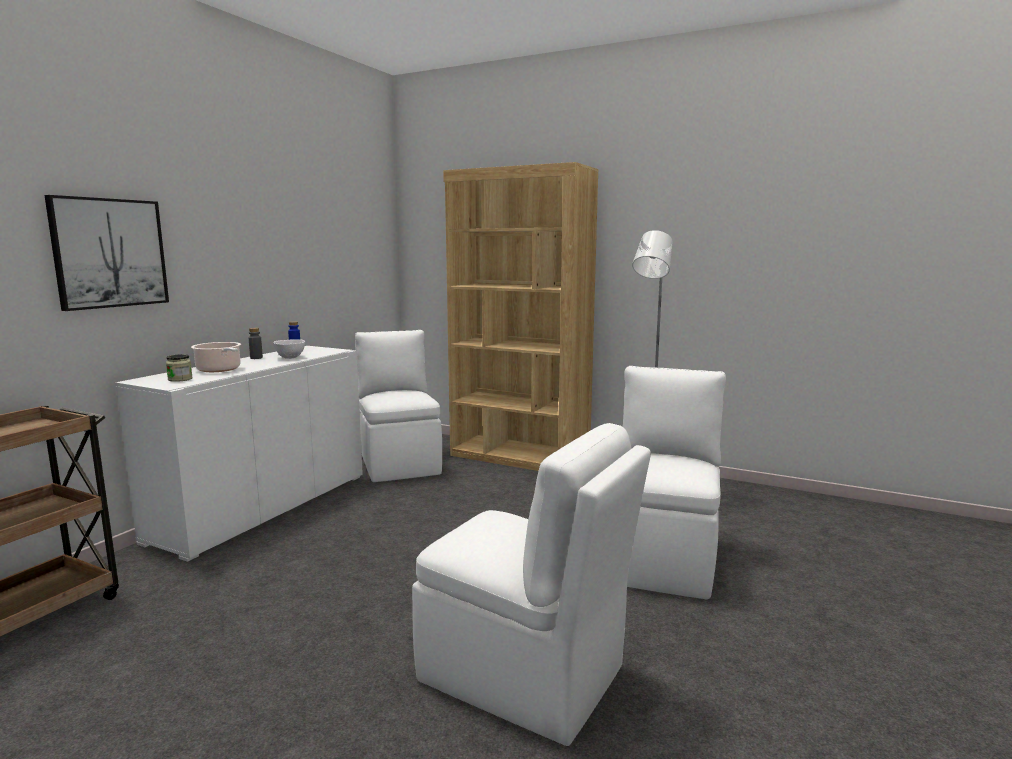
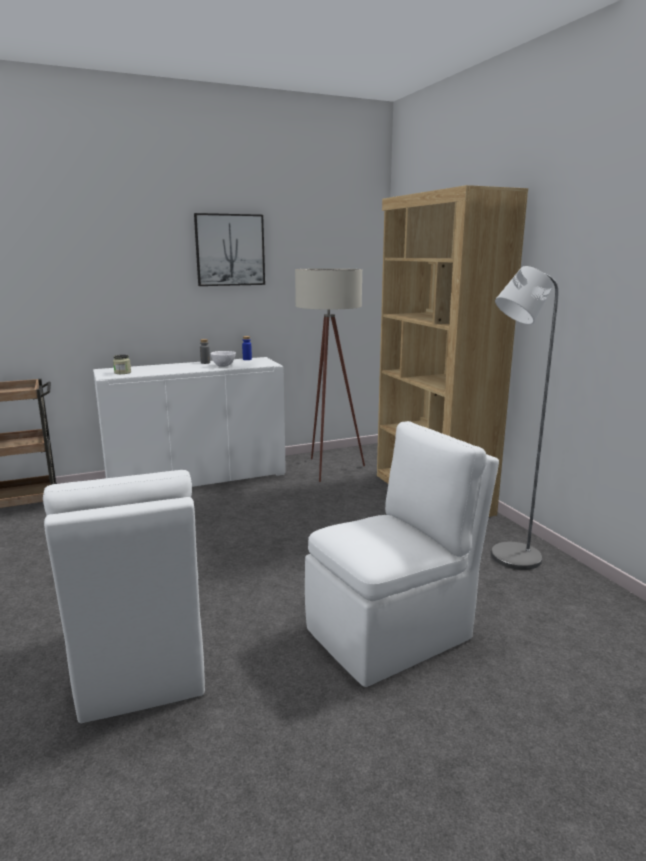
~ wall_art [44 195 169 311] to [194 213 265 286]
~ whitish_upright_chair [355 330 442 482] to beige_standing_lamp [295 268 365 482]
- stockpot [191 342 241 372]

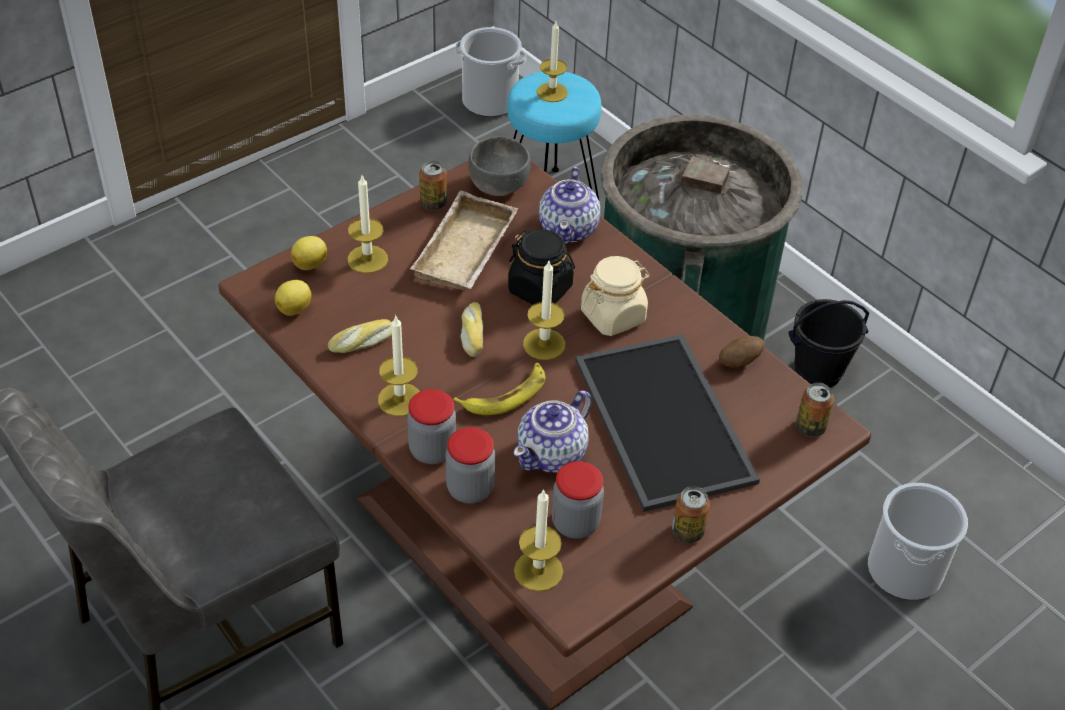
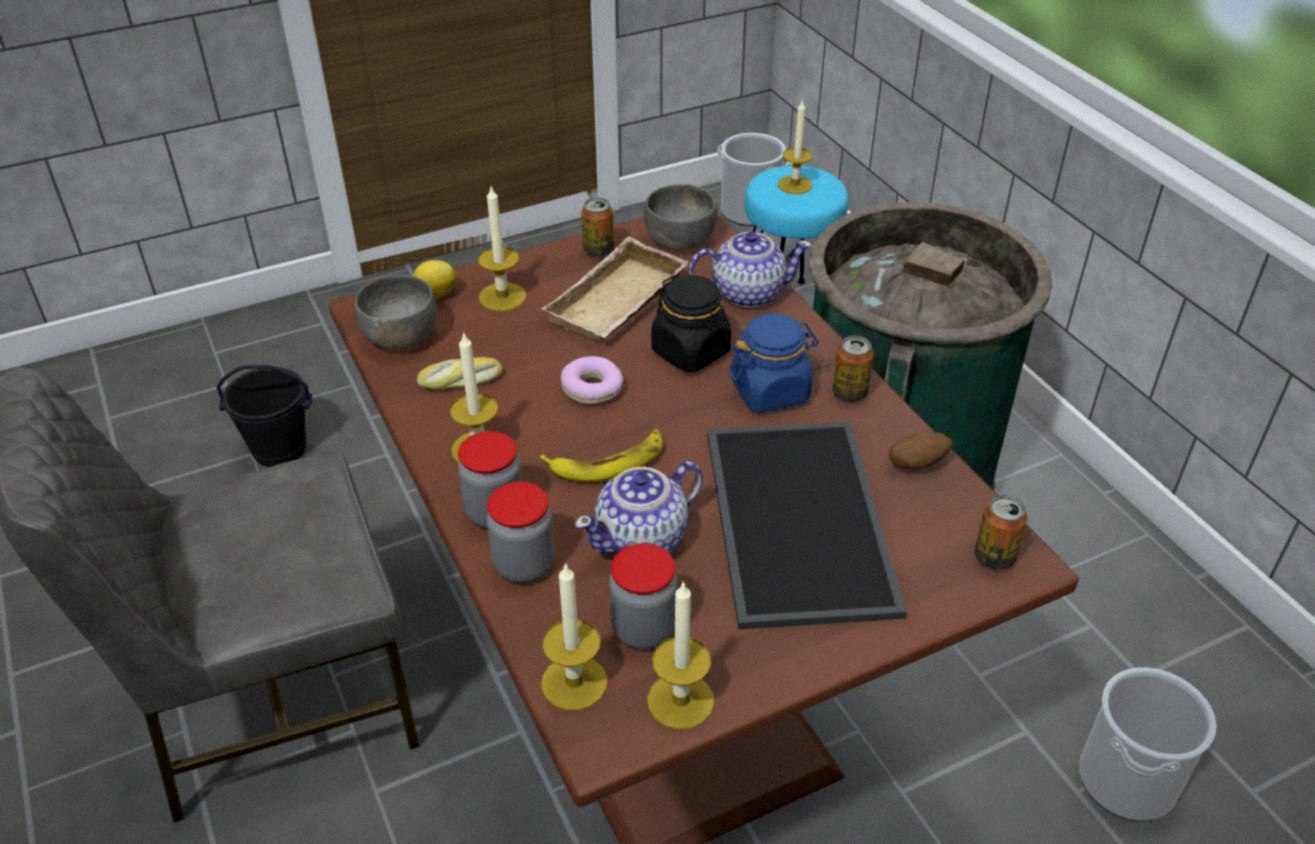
~ black_water_bucket [789 299 869 387] to [216 365 312 467]
~ citrus_fruit [275 280 311 316] to gray_serving_bowl [354 275 437 350]
~ bread [460 302 483 357] to doughnut [561 356 623 404]
~ wax_candle [523 261 566 360] to [647 581 715 730]
~ tea_pot [539 167 600 244] = [689 232 812 308] 120 degrees counterclockwise
~ beige_storage_jar [581 256 650 336] to blue-coloured_storage_jar [729 313 819 413]
~ metal_can [672 486 710 543] to [832 336 874 402]

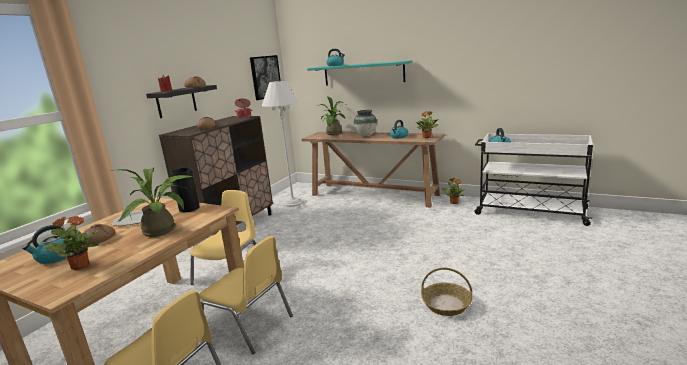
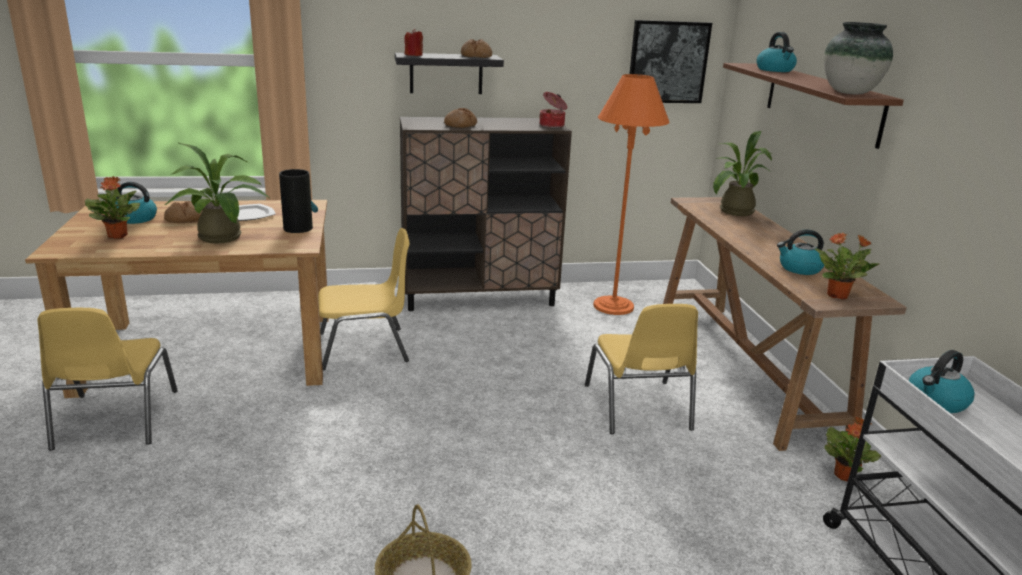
~ yellow-coloured_upright_chair [199 236 293 354] to [585 304 698 434]
~ whitish_standing_lamp [262 81 304 207] to orange_standing_lamp [593 74 669 315]
~ turquoise_shelf [307 60 412 86] to brown-coloured_shelf [723 63 904 149]
~ decorative_vase [354 110 377 136] to [824 22 893 95]

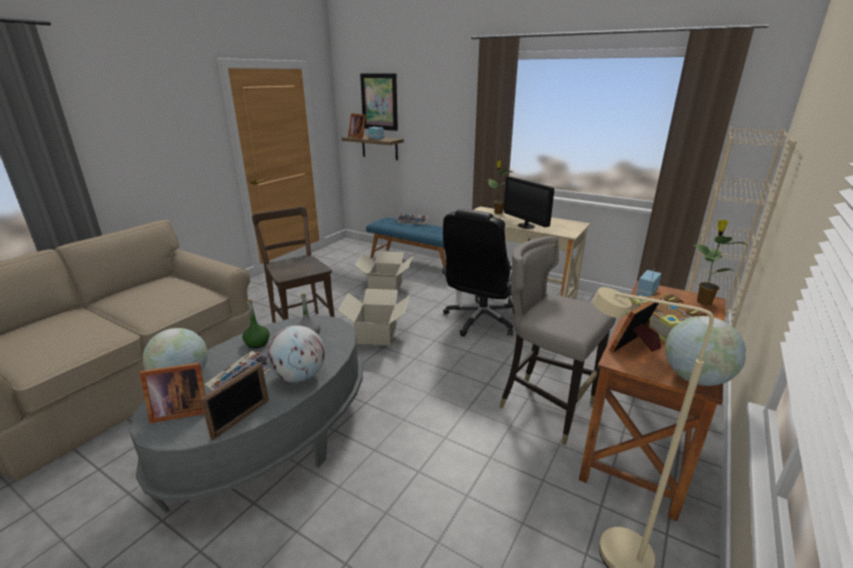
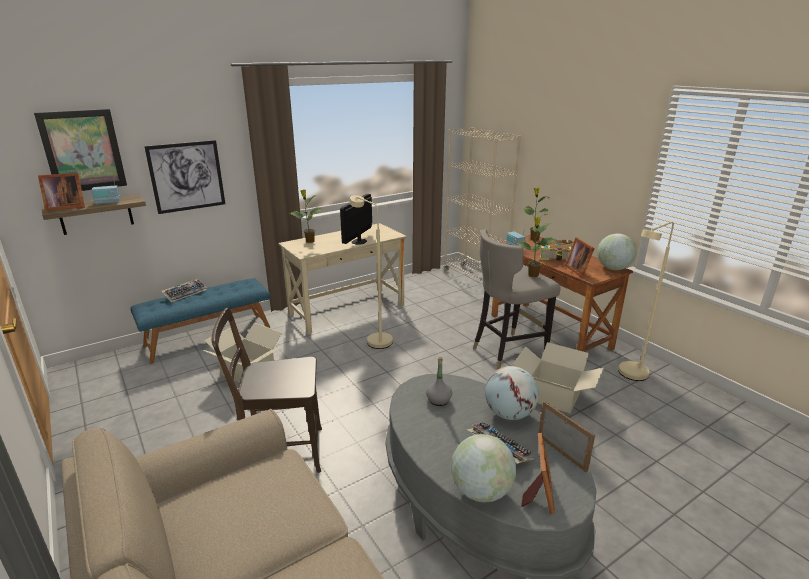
+ wall_art [144 140 225 214]
~ computer_display [504 176 554 229] = [340 194 372 245] 120 degrees clockwise
~ black_office_chair [442 209 514 336] to beige_standing_lamp [349 195 393 349]
~ packing_box [338 289 410 346] to [513 342 604 413]
+ potted_plant [516 217 556 277]
- green_drink_bottle [242 299 270 348]

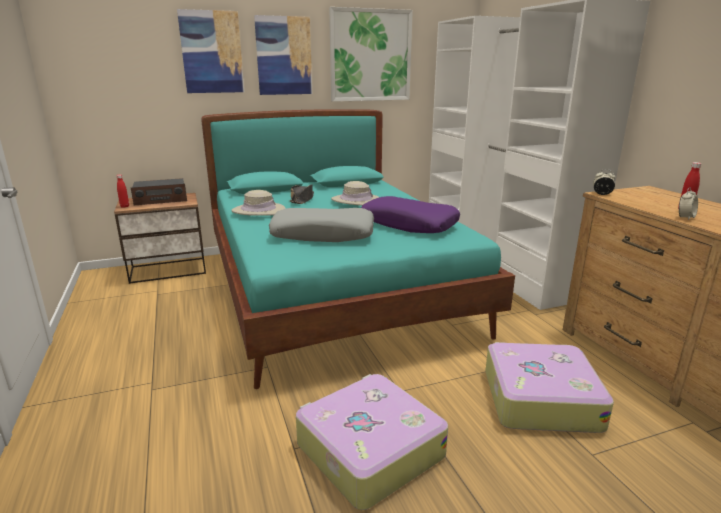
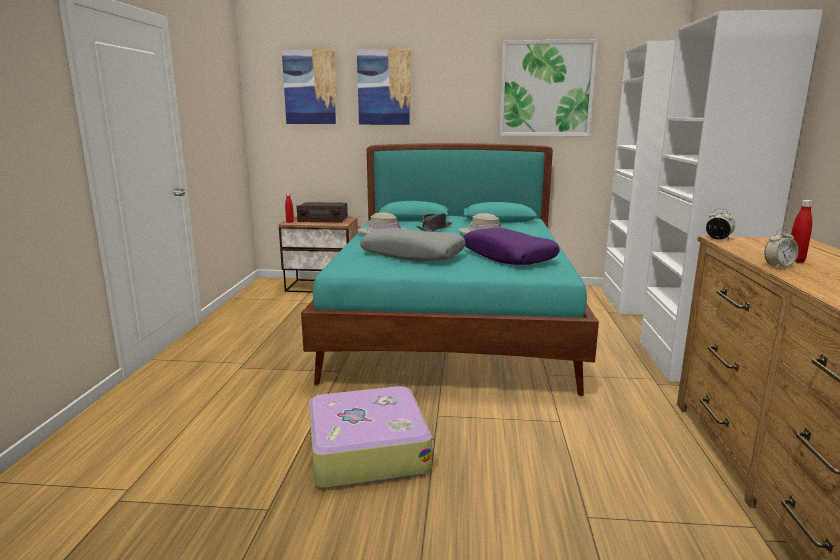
~ wall_art [254 15 312 95] to [282 49 338 124]
- suitcase [485 342 614 433]

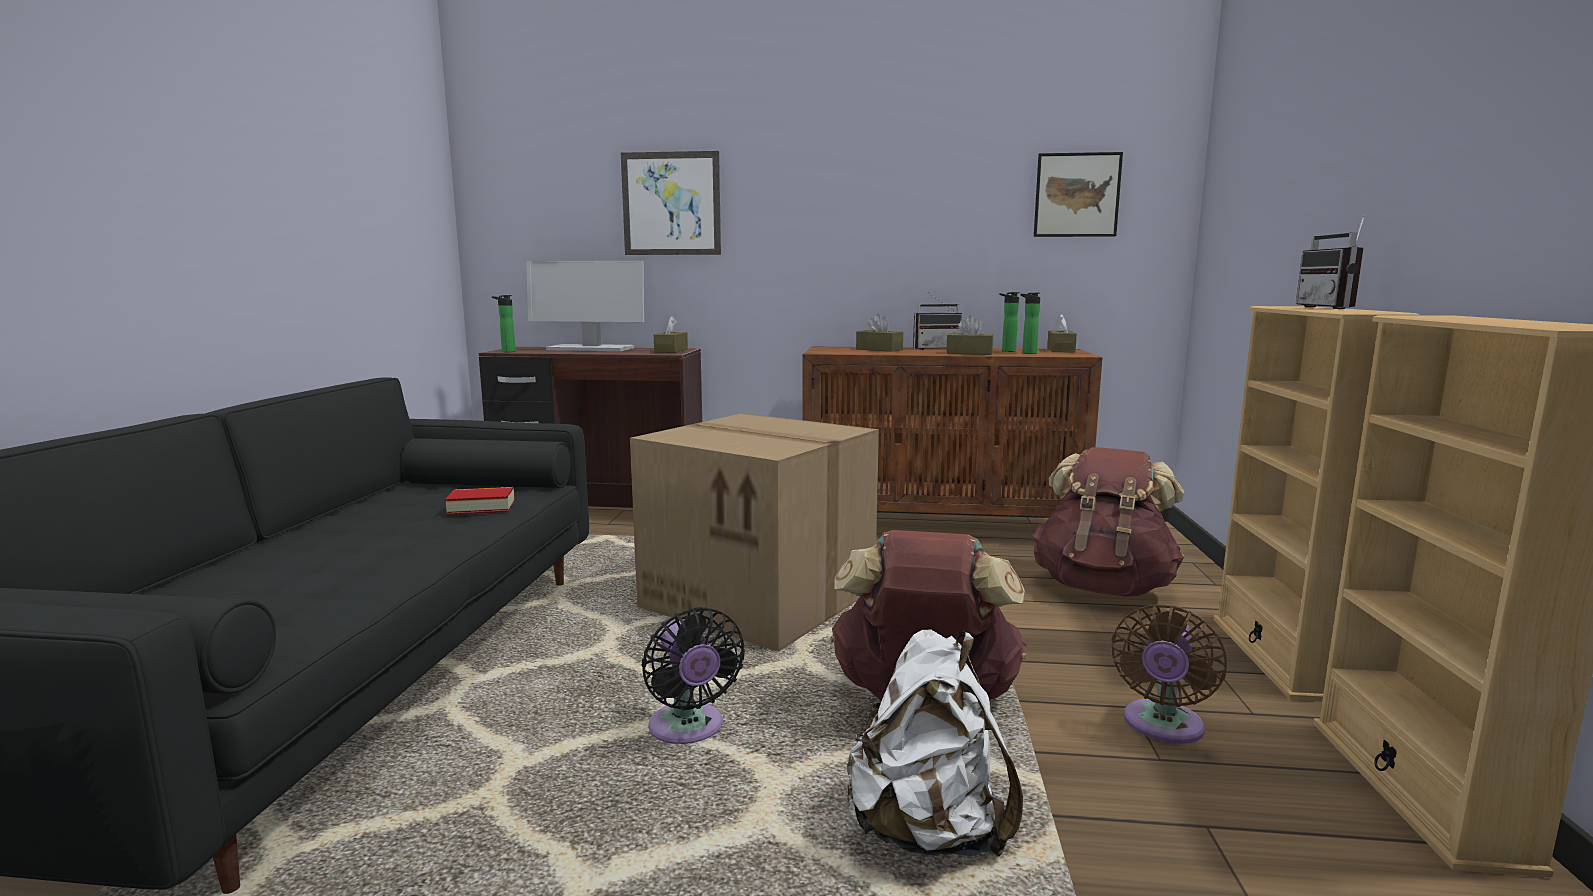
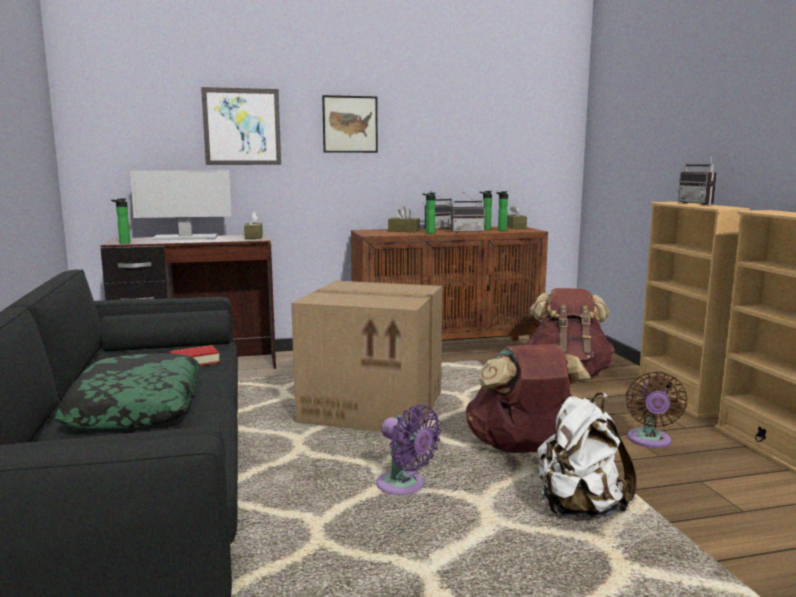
+ throw_pillow [55 353 200 430]
~ wall_art [1034 152 1123 237] to [322 95 378 153]
~ black_fan [641 607 745 744] to purplish_fan [376 405 441 495]
+ drink_bottle [422 192 436 234]
~ brown-coloured_tissue_holder [946 315 993 355] to radio_set [451 193 486 233]

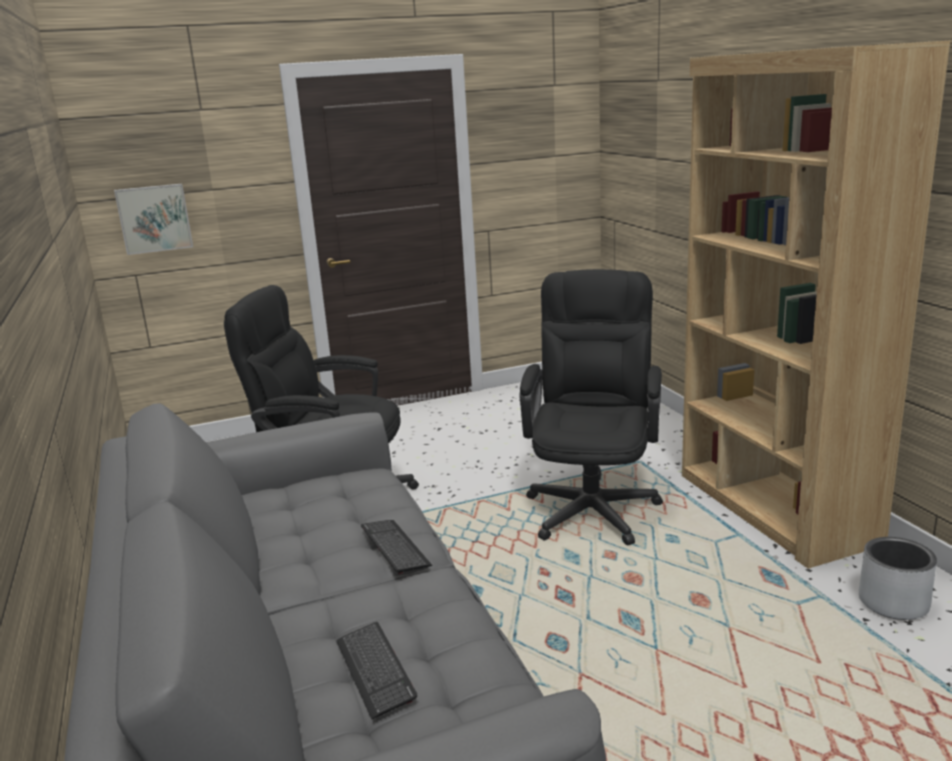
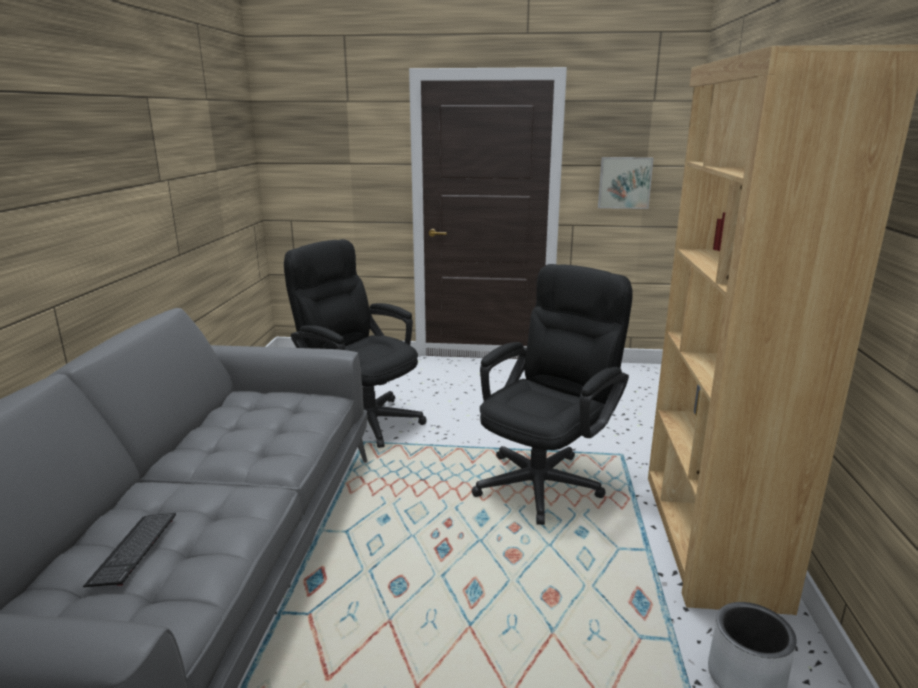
~ wall_art [114 184 193 255] to [598 157 654 209]
- computer_keyboard [361 520 432 574]

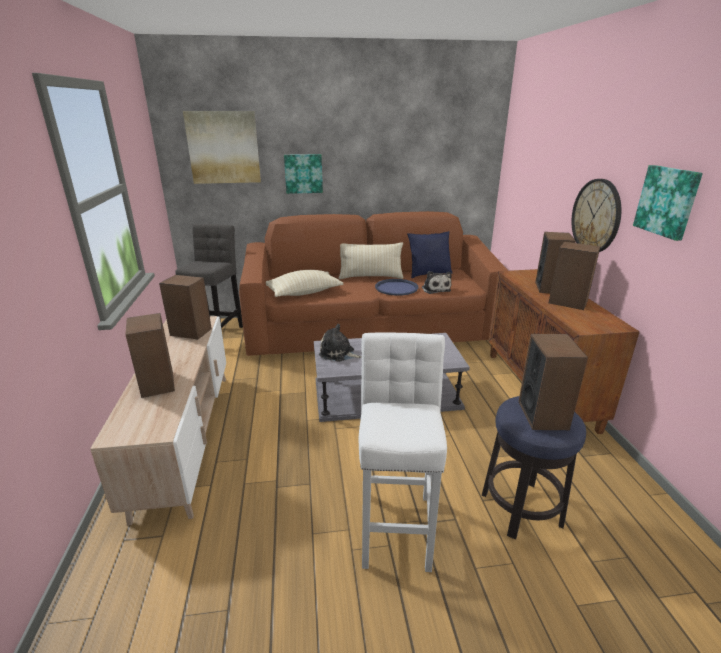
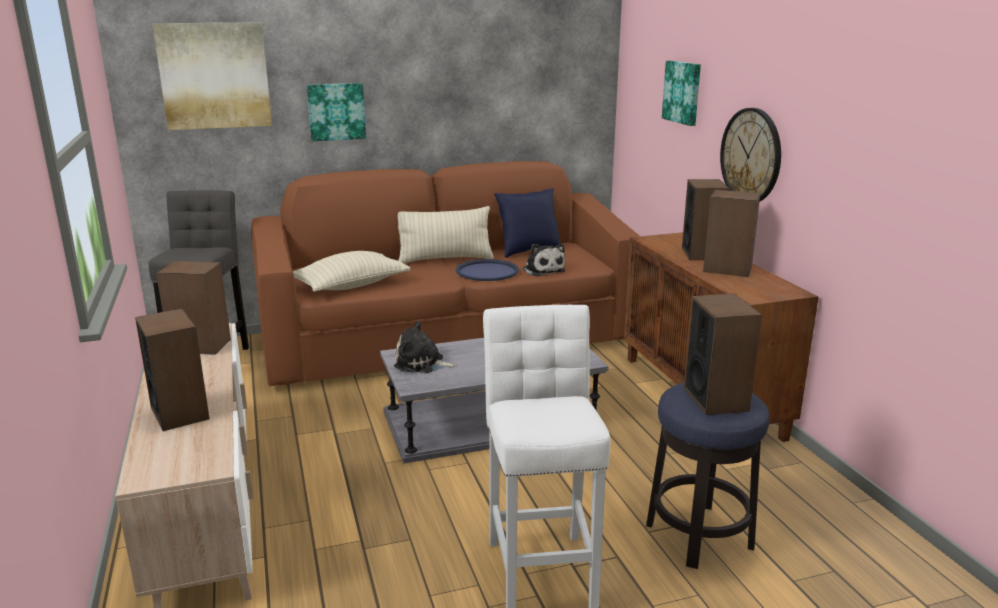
~ wall_art [633 165 703 241] to [662 61 701 126]

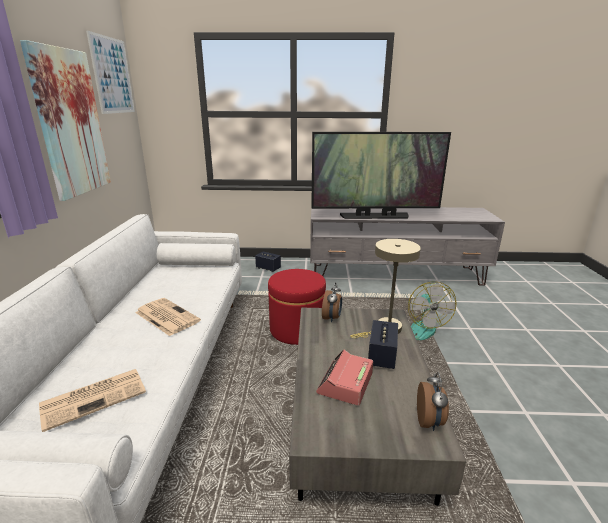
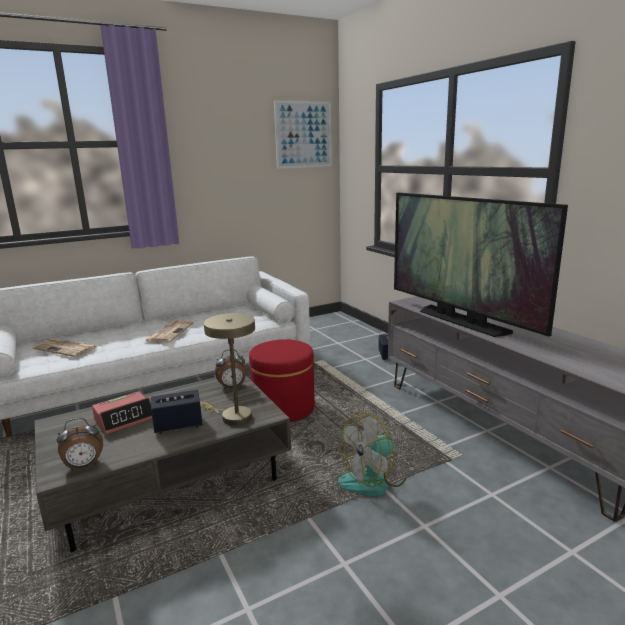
~ bedside_clock [316 350 373 406] = [92 391 152 435] 150 degrees clockwise
- wall_art [20 40 111 201]

